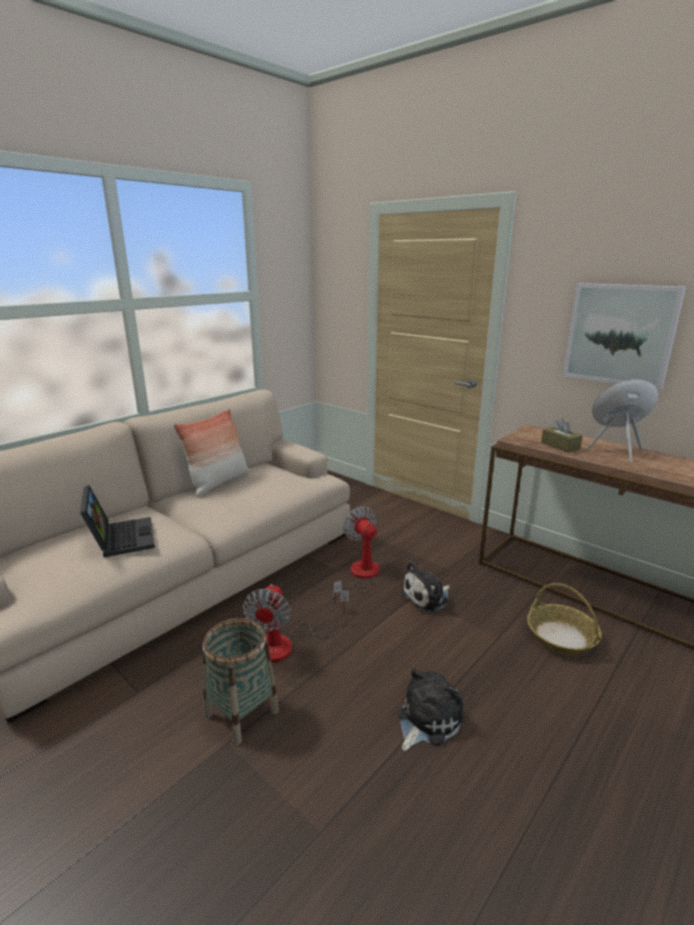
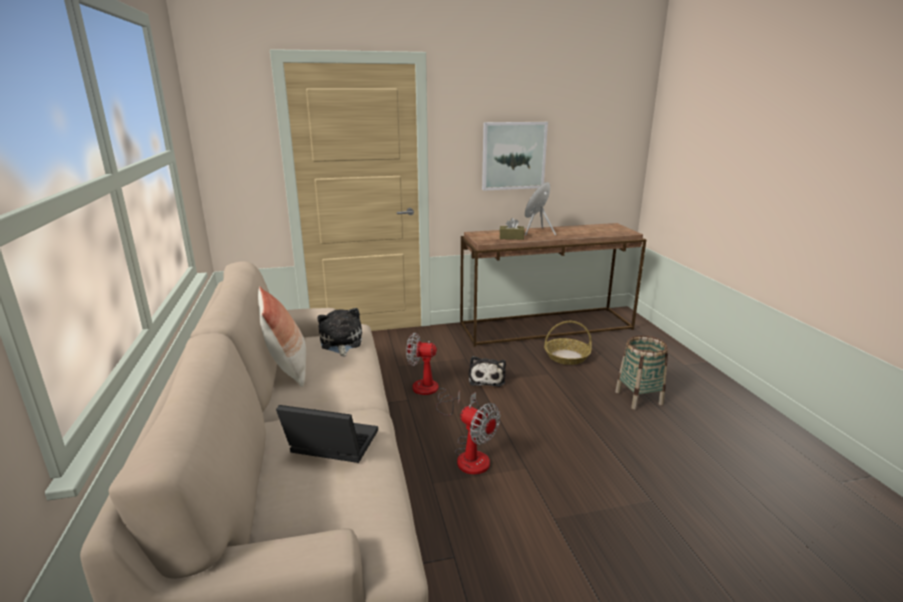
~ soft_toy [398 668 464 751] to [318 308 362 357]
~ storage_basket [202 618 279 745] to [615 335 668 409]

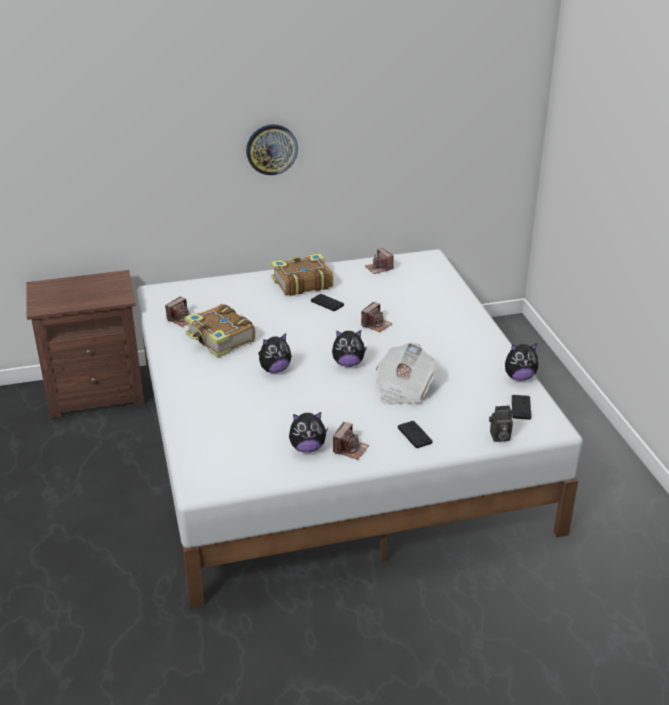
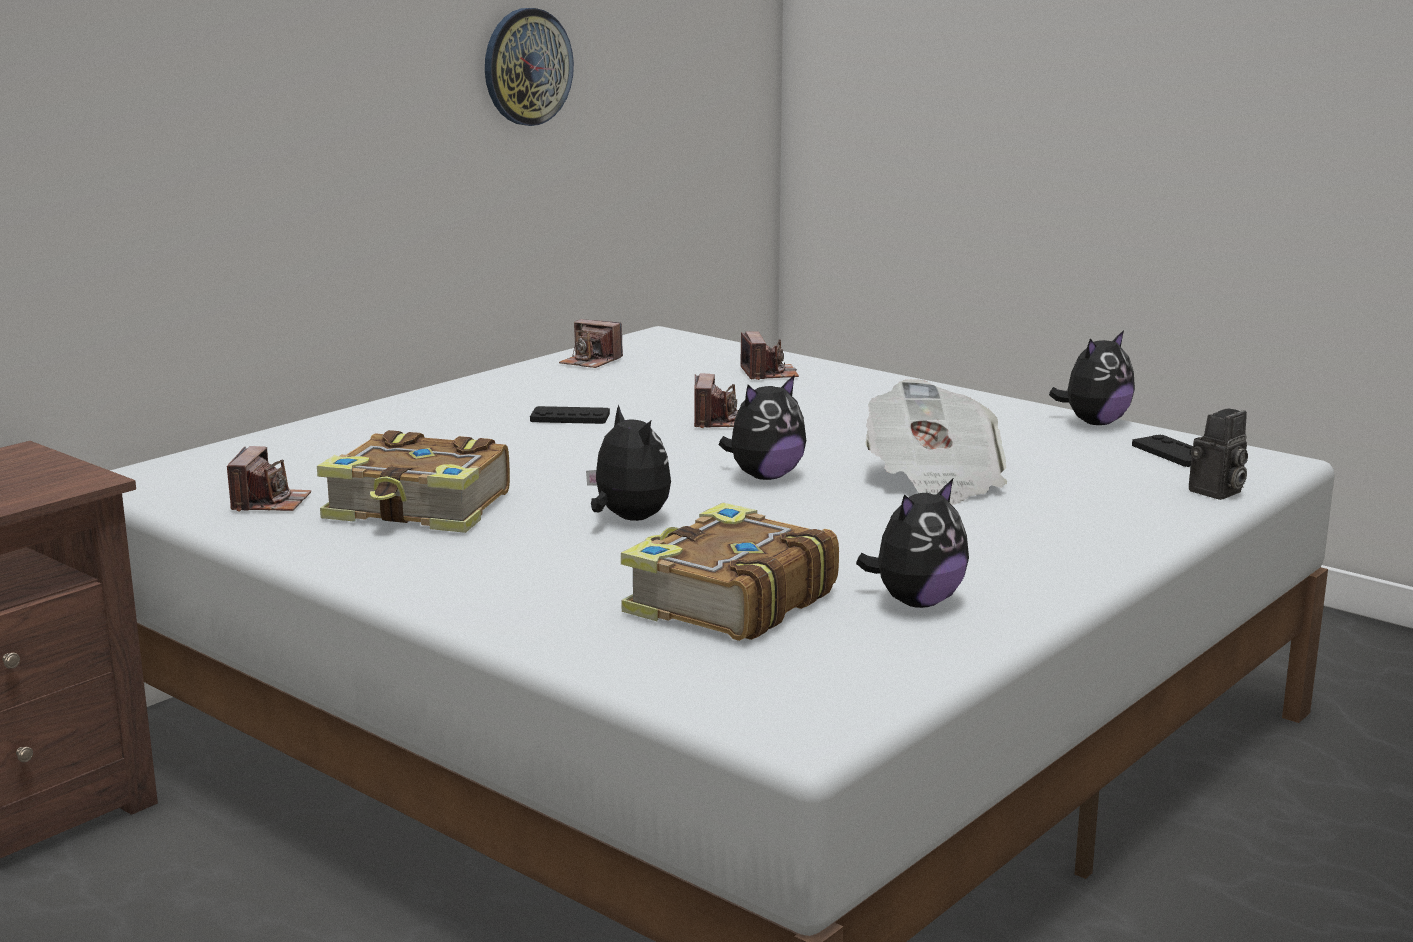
~ wall_clock [246 124 298 175] to [485 8 574 126]
~ soft_toy [258 333 292 373] = [586 405 671 521] 60 degrees counterclockwise
~ volume [271 253 333 296] to [621 503 839 641]
~ still_camera [333 421 369 460] to [740 331 799 380]
- black_joypad [398 421 433 448]

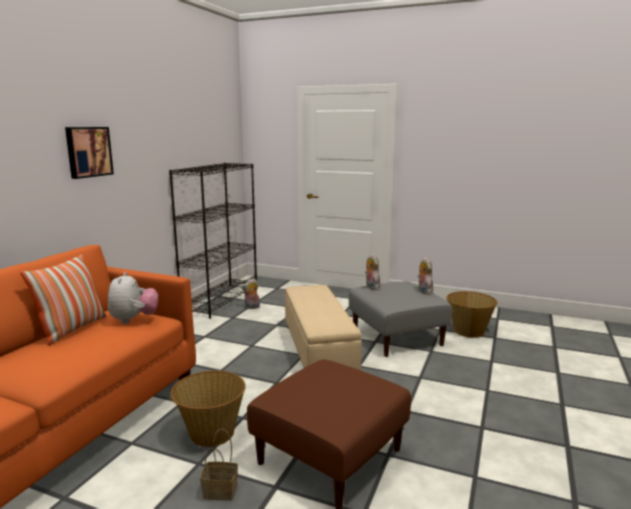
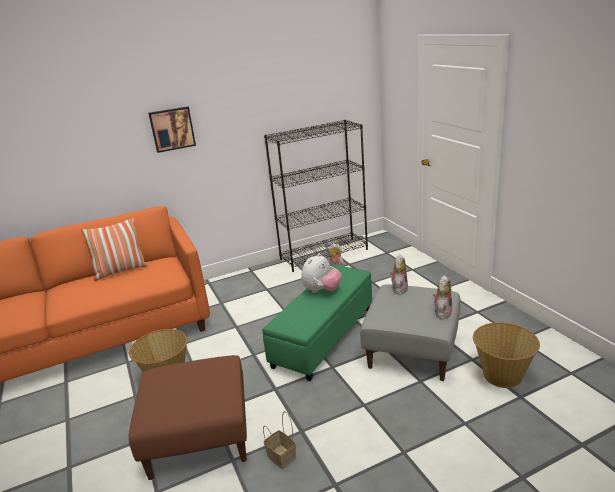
~ beige_pouffe [285 285 362 370] to green_pouffe [262 265 372 381]
~ storage_basket [200 429 238 500] to [263 411 296 469]
~ soft_toy [108 272 158 324] to [301 253 342 293]

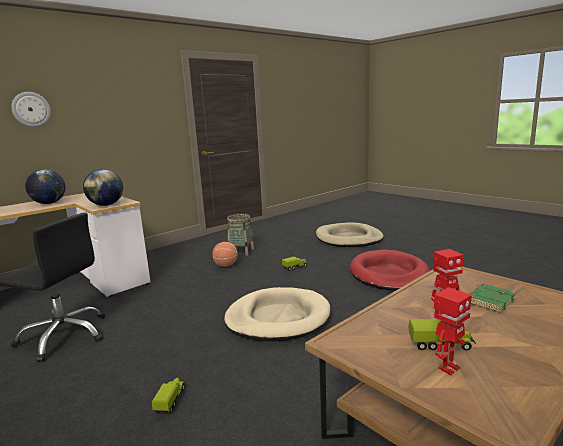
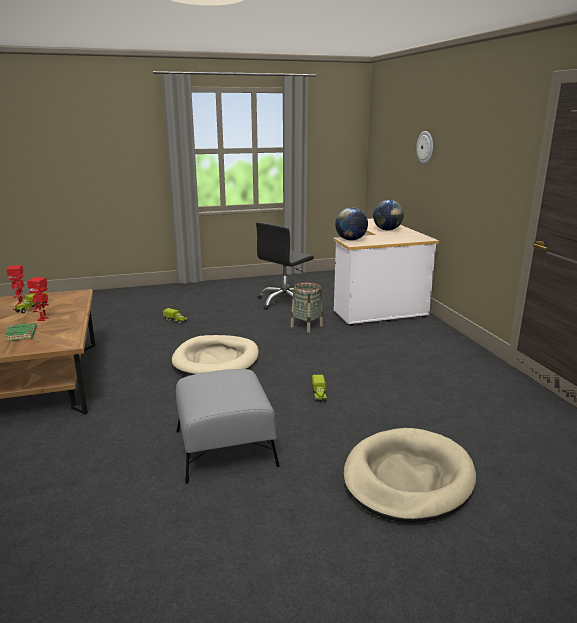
~ reddish_dog_cushion [350 249 430 291] to gray_pouffe [176 369 280 484]
~ storage_basket [227 213 254 256] to [290 282 323 333]
- basketball_ball [212 242 238 267]

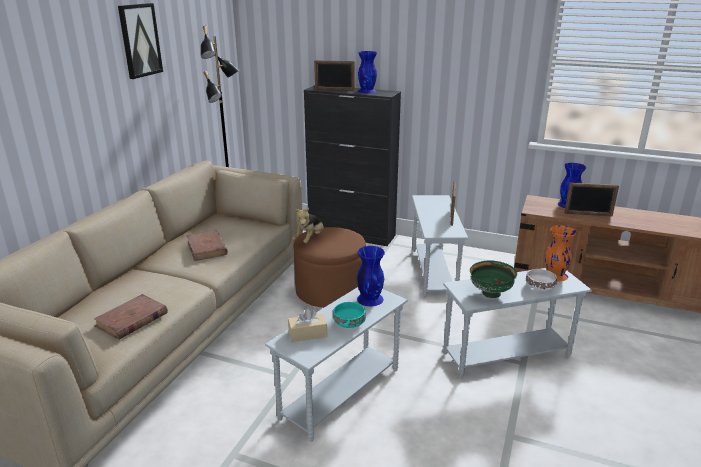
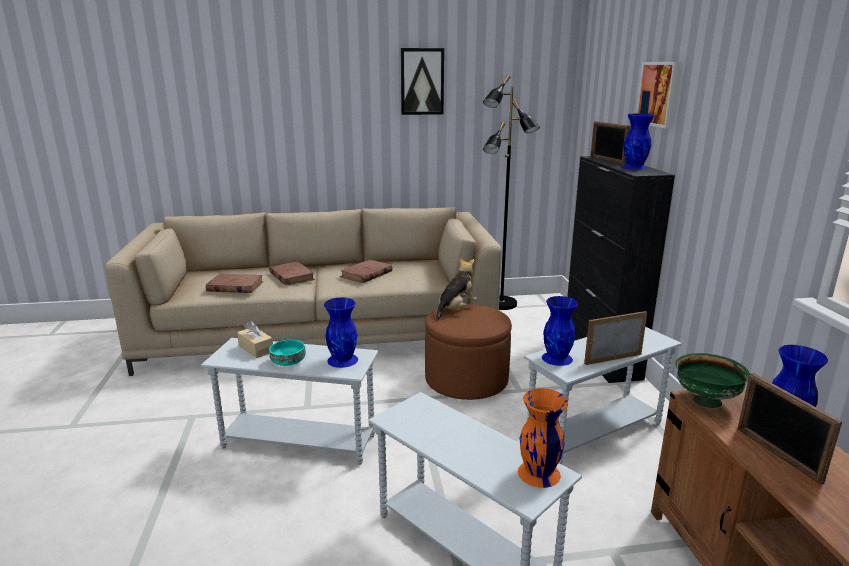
+ brown-coloured_volume [269 262 315 286]
~ soft_toy [292 207 324 243] = [436 258 477 321] 135 degrees clockwise
+ blue-coloured_decorative_vase [542 296 578 366]
+ wall_art [636 62 682 129]
~ green_serving_bowl [470 261 517 298] to [675 353 750 408]
- whitish_serving_bowl [526 269 557 291]

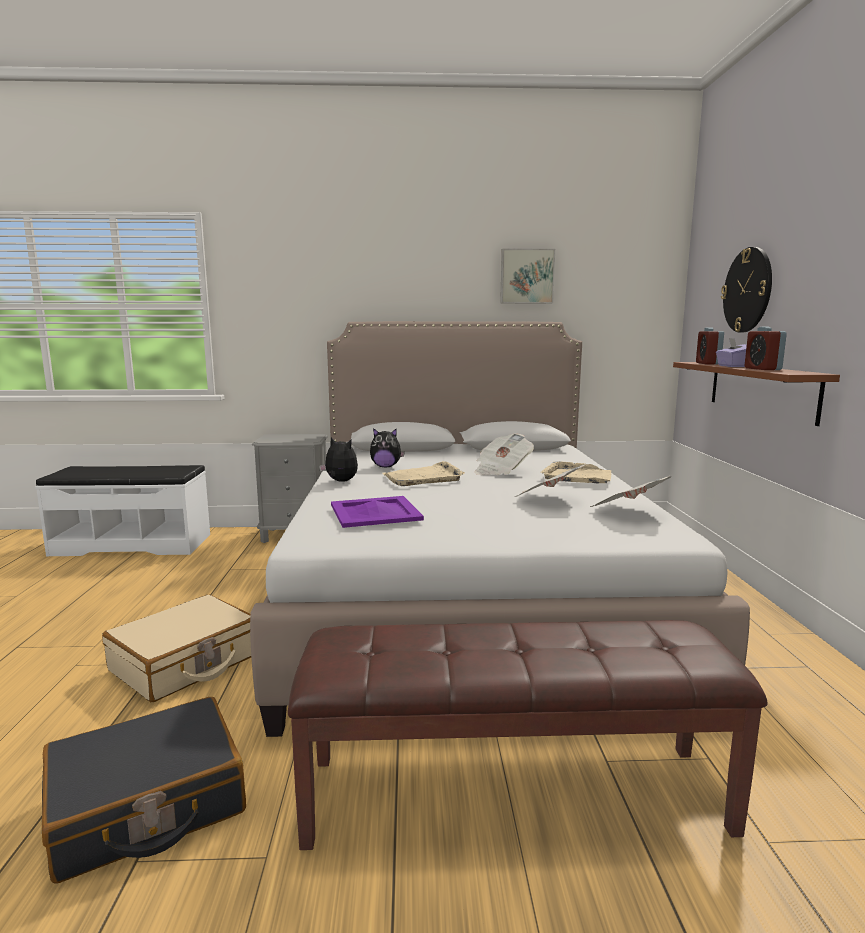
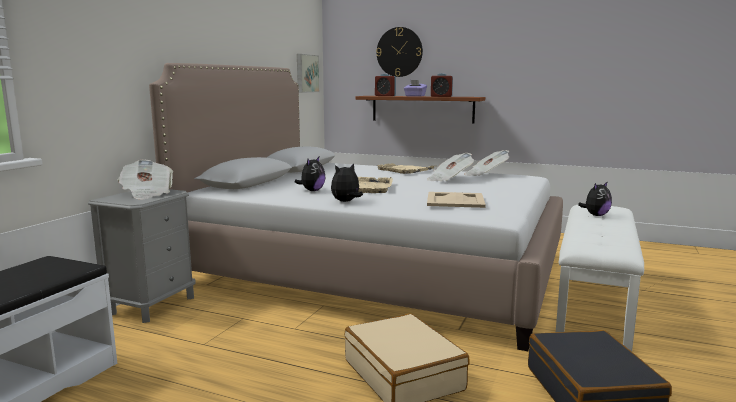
~ printed_paper [474 433 534 475] to [118 160 173 200]
~ wall_art [500 248 555 304] to [297 54 320 93]
~ purplish_serving_tray [331 496 424 528] to beige_serving_tray [427 192 486 208]
~ brown-coloured_long_seat [288 620 768 850] to whitish_long_seat [556 205 644 352]
+ soft_toy [578 181 612 216]

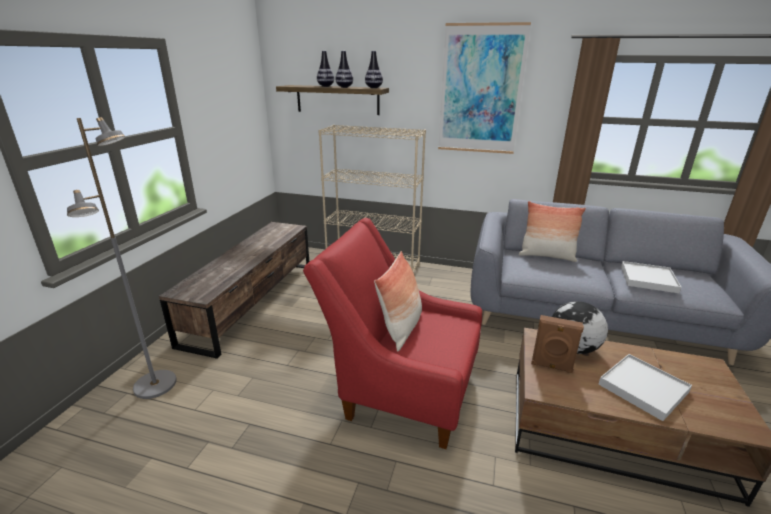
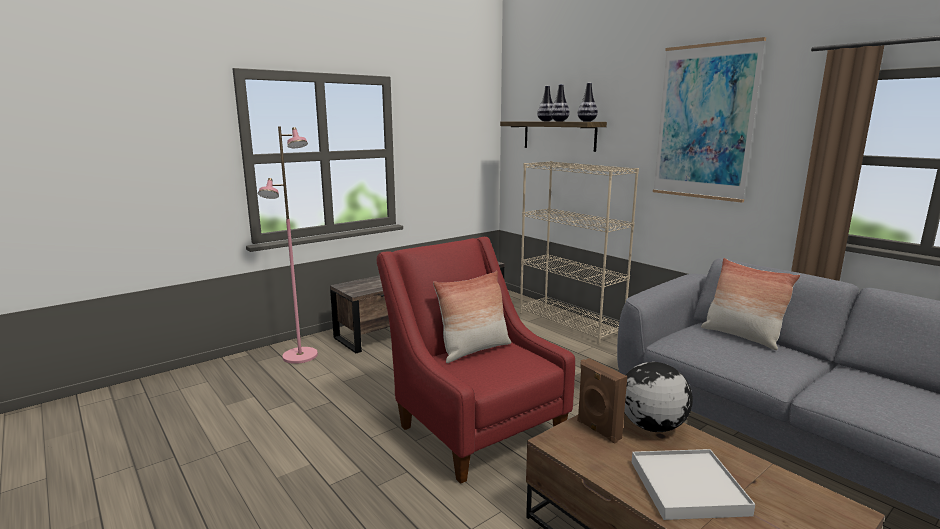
~ gray_standing_lamp [67 117 177 399] to pinkish_standing_lamp [258 126 318 364]
- whitish_serving_tray [621 261 681 293]

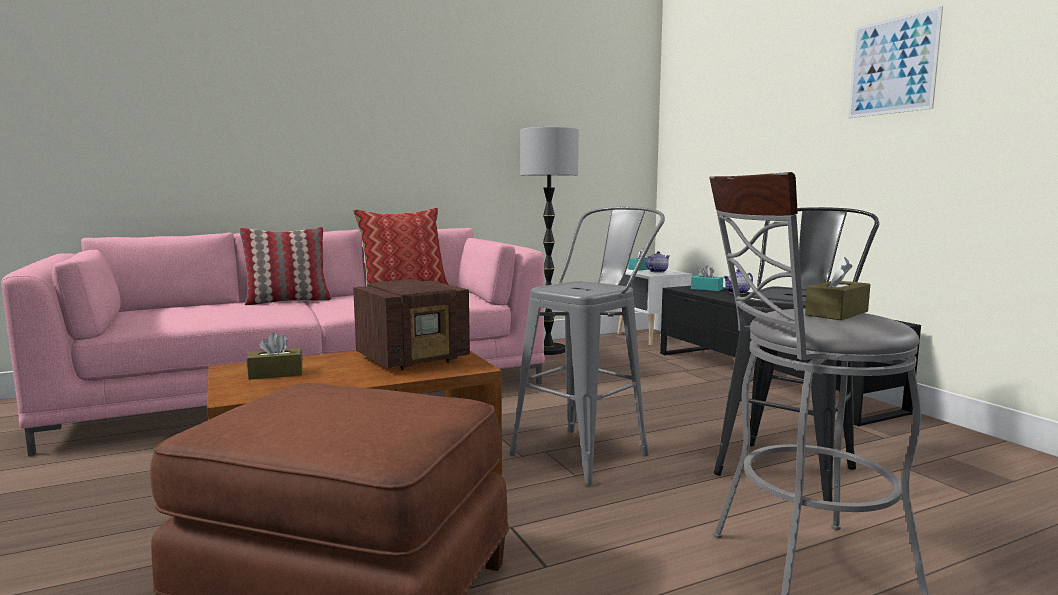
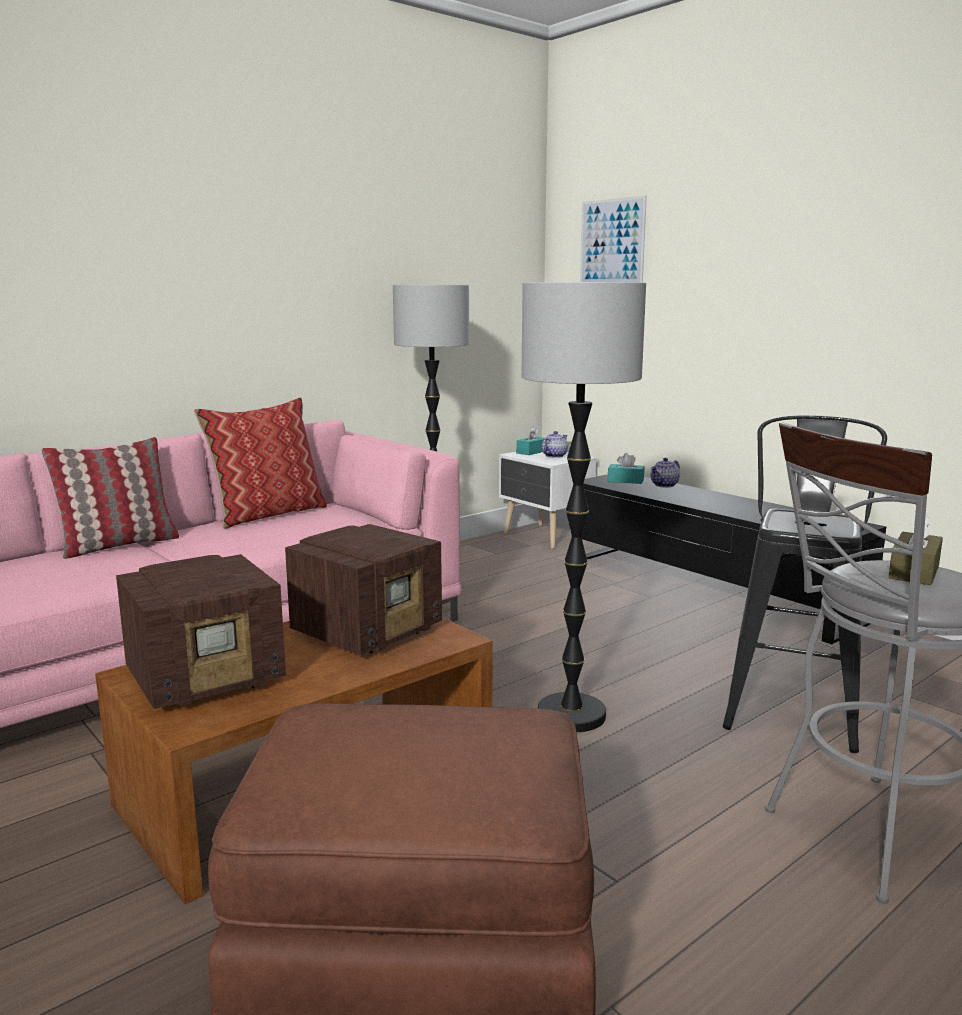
~ brown-coloured_tissue_holder [247 332 303 380] to radio_set [116 554 286 709]
~ gray_sitting_stool [509 207 665 485] to standing_lamp [521 282 646 732]
~ wall_art [848 6 943 118] to [580 196 647 282]

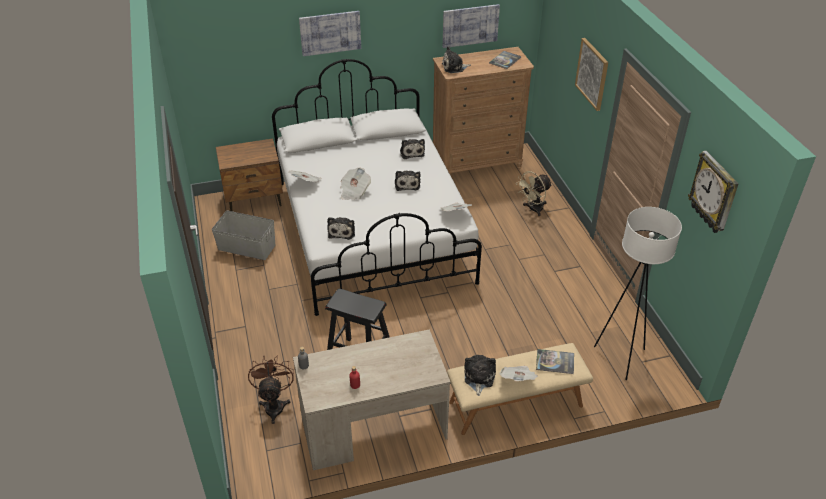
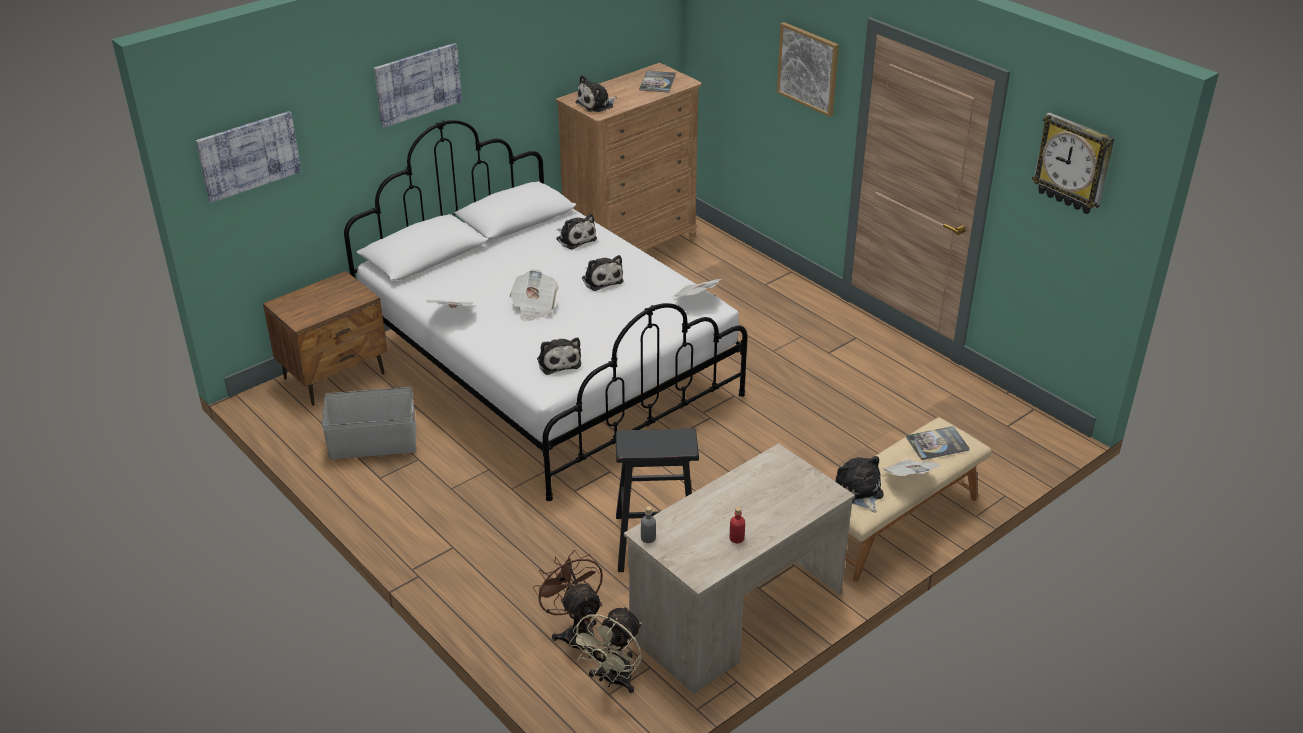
~ wall_art [443 4 500 48] to [196 111 301 203]
~ beige_fan [516 171 552 216] to [569 606 642 693]
- whitish_standing_lamp [594 207 682 380]

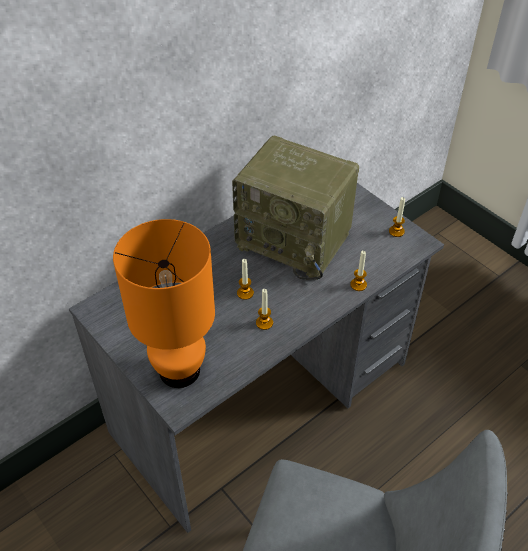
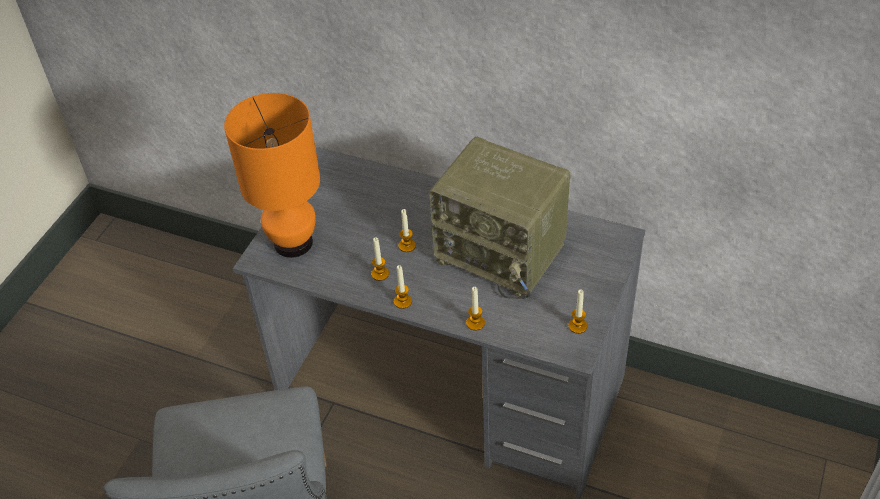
+ wax_candle [394 265 412 309]
~ radio_set [232 135 359 280] = [429 137 571 299] 60 degrees counterclockwise

